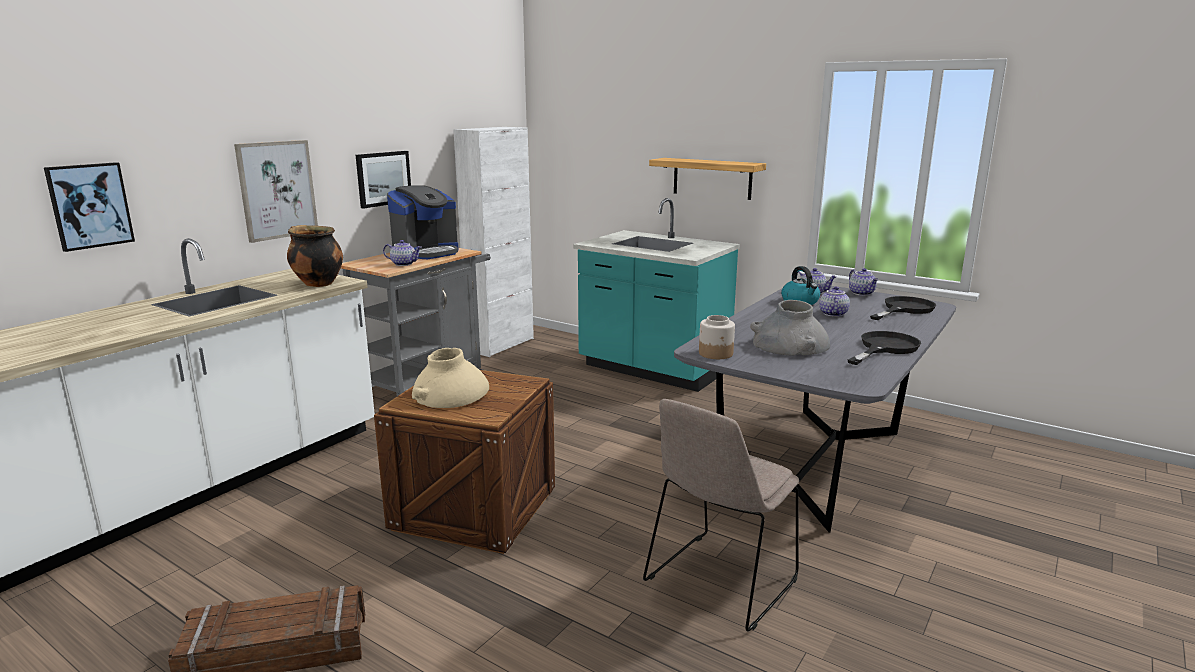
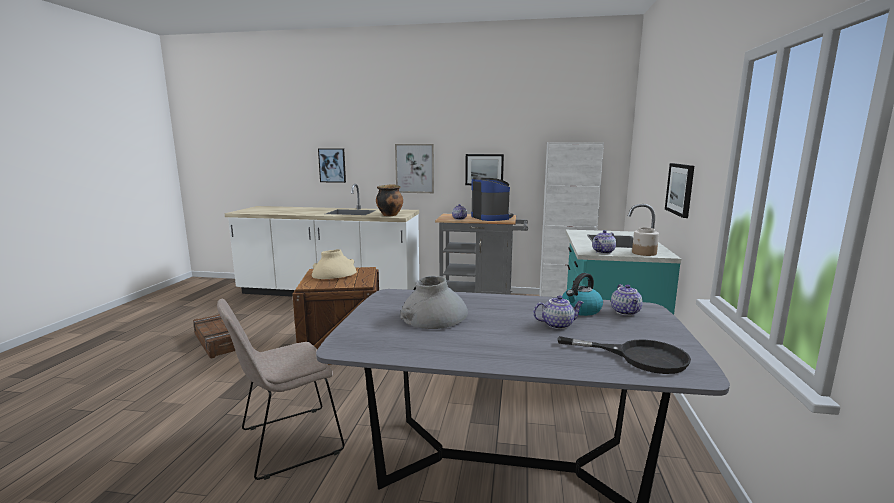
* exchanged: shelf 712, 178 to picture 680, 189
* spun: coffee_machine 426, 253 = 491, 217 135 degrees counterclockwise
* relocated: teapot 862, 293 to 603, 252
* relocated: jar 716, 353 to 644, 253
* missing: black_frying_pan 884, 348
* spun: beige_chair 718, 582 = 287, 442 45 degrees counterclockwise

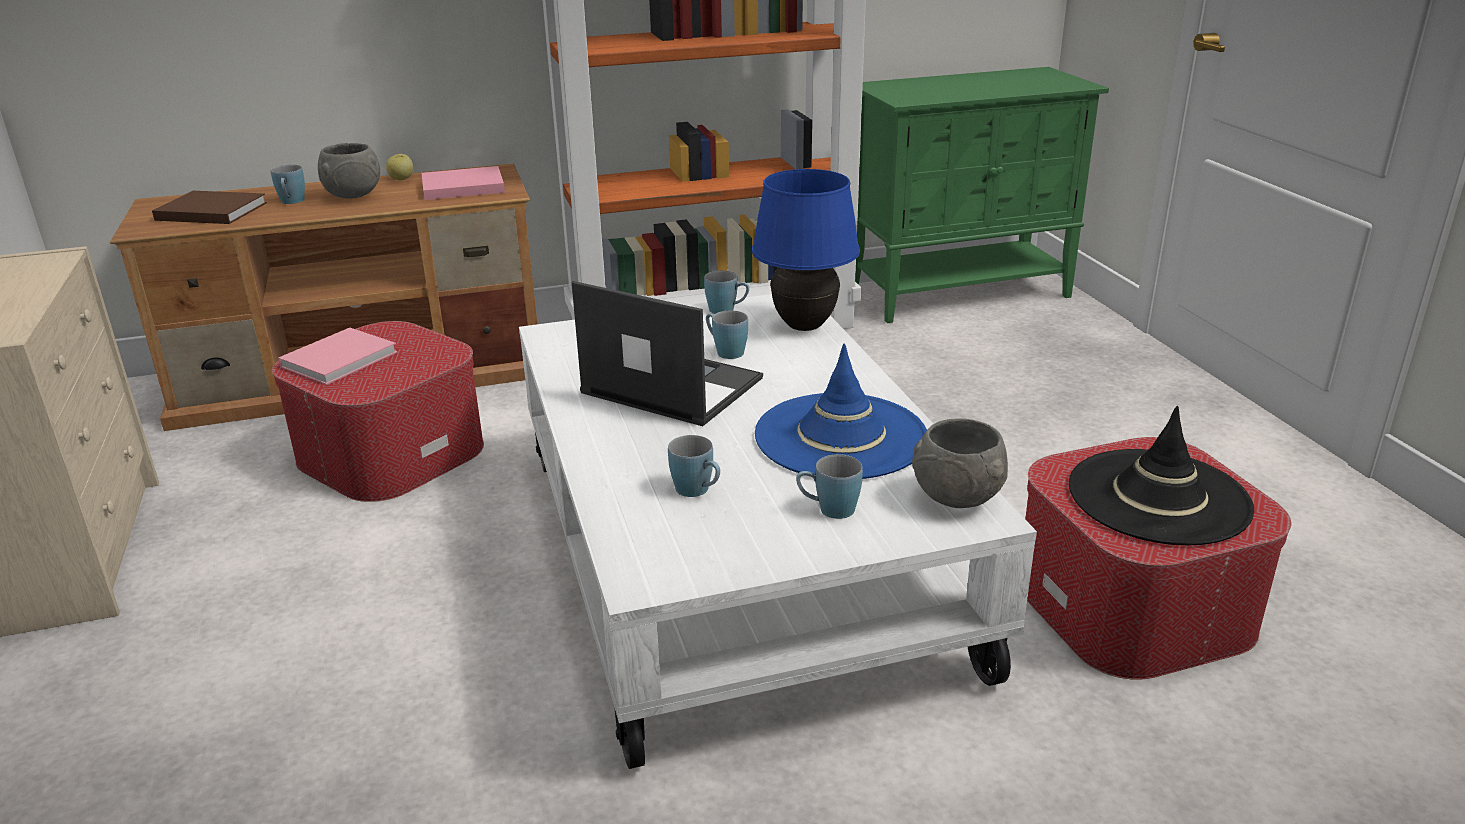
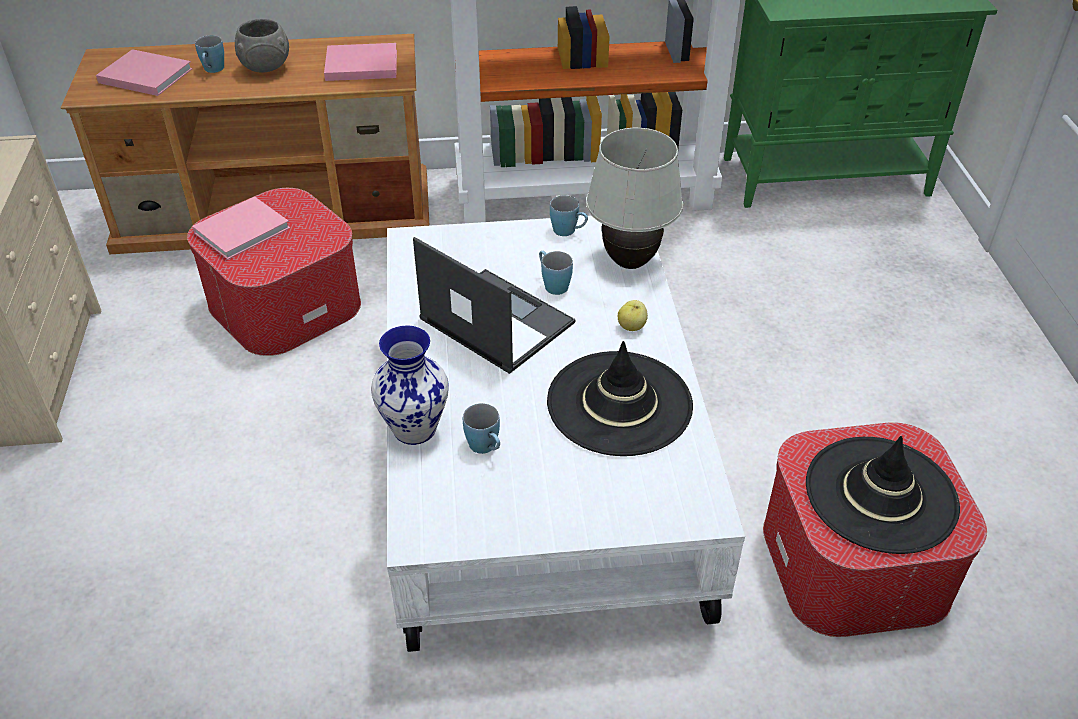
* relocated: apple 402, 179 to 632, 326
* colour: blue_table_lamp 804, 326 to white_table_lamp 630, 261
* colour: brown_book 209, 211 to pink_book 143, 75
* colour: blue_hat 841, 437 to black_hat 619, 403
* missing: grey_bowl 958, 501
* missing: blue_mug 828, 510
* appeared: vase 413, 428

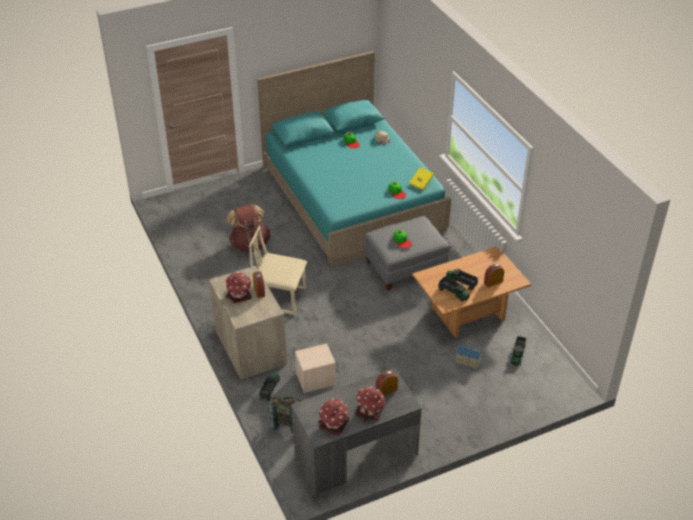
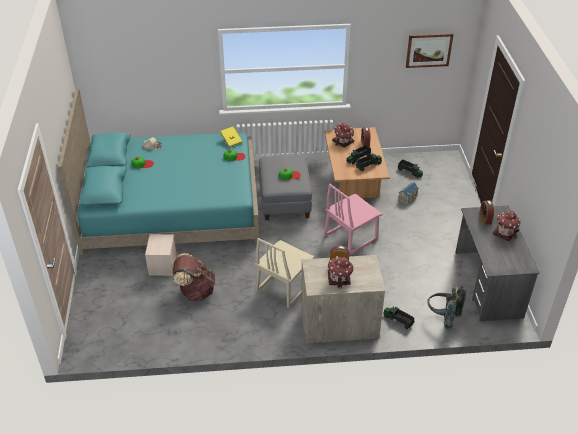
* relocated: beige_storage_box 315, 379 to 163, 265
* relocated: toy_house 333, 424 to 343, 142
* appeared: picture 428, 50
* appeared: pink_chair 350, 237

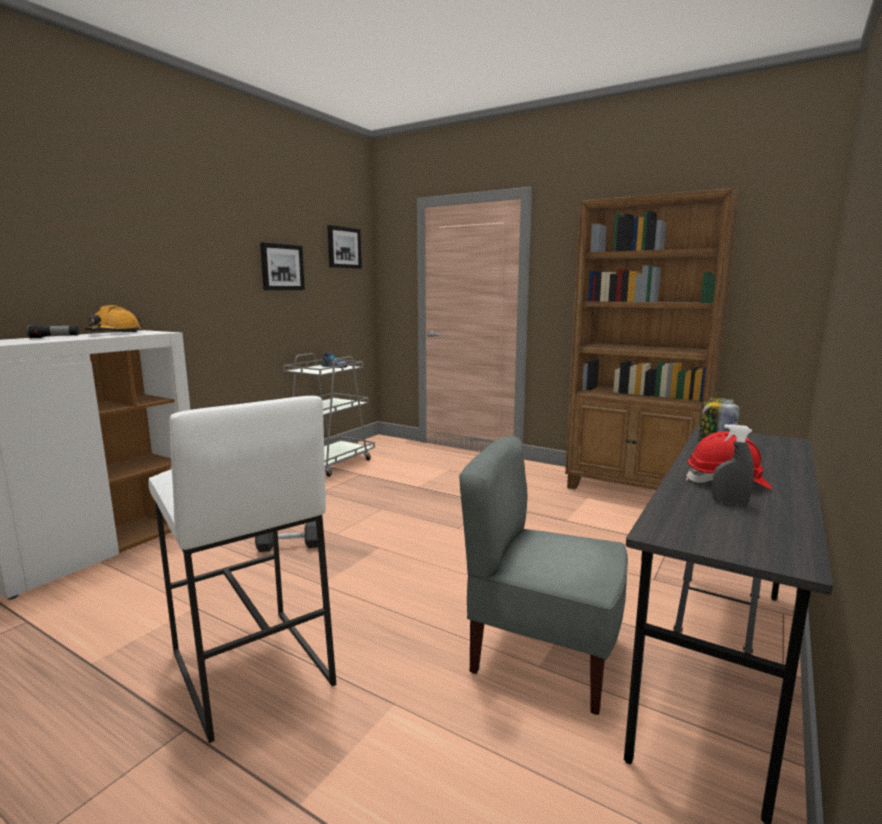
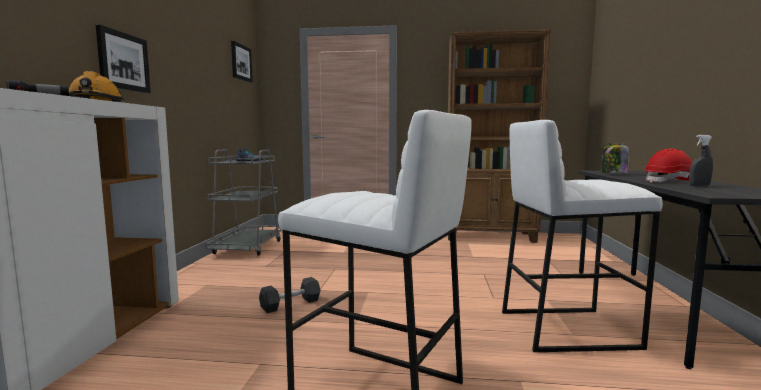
* relocated: picture 282, 267 to 123, 61
* exchanged: grey_chair 543, 655 to white_stool 566, 328

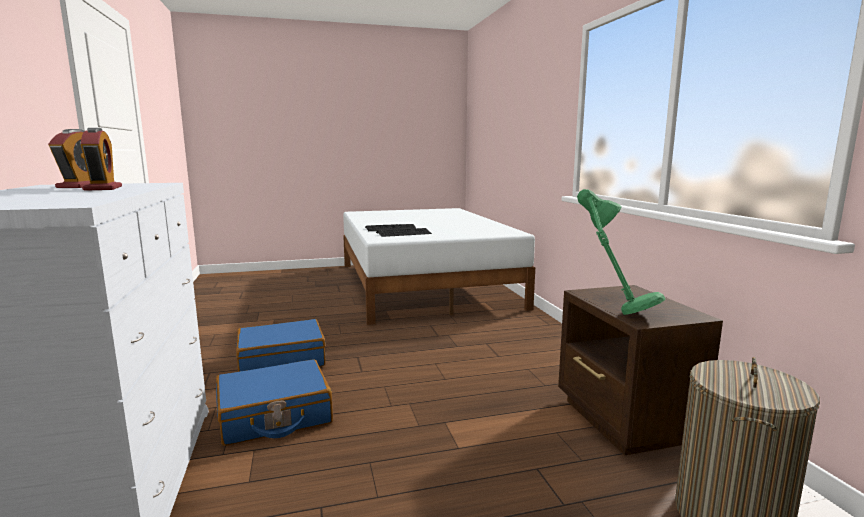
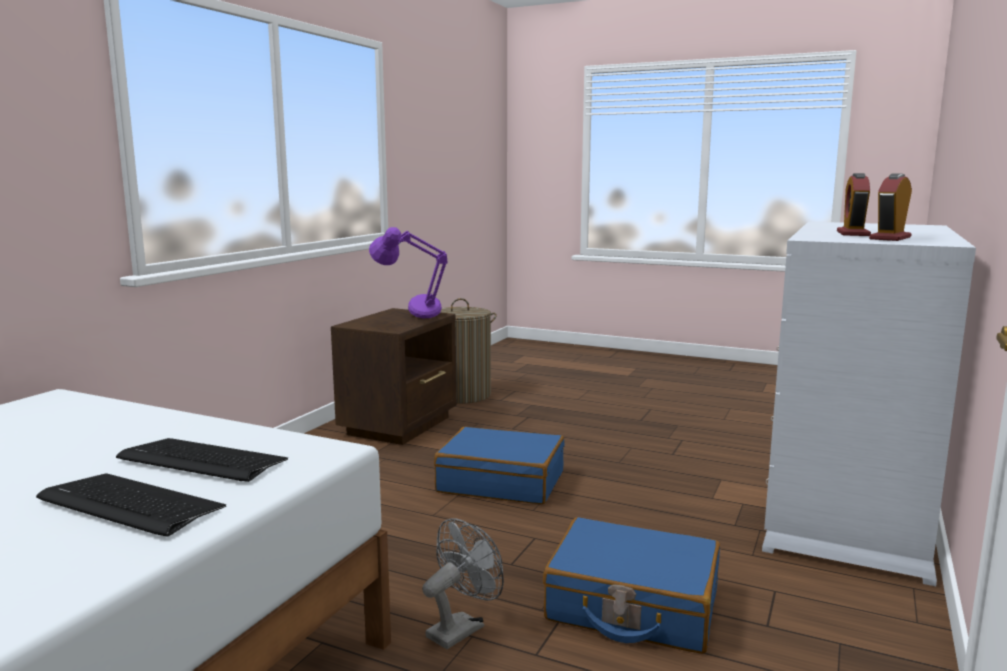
* colour: green_table_lamp 611, 305 to purple_table_lamp 414, 321
* relocated: blue_suitcase 274, 416 to 501, 482
* appeared: grey_fan 461, 628

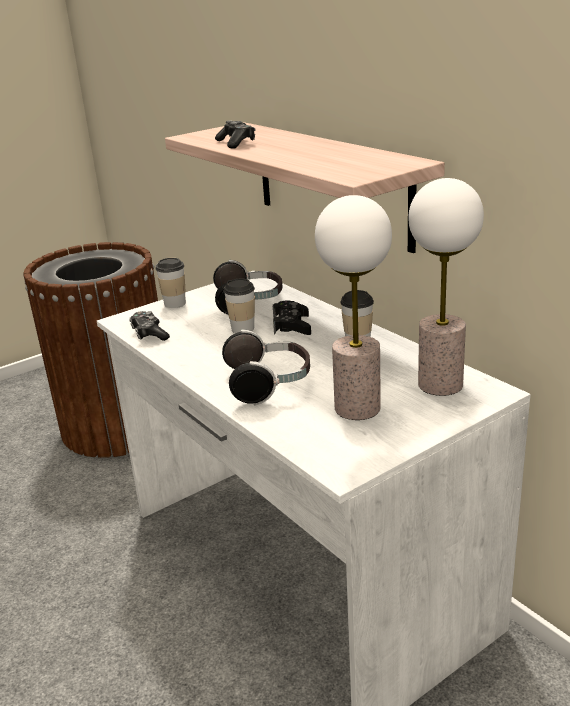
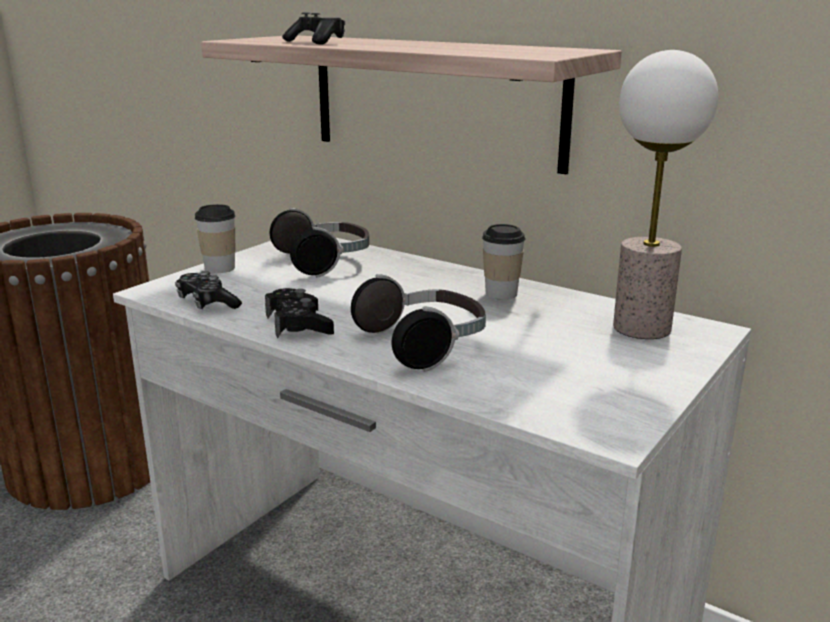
* missing: table_lamp 358, 407
* missing: cup 242, 328
* relocated: black_game_controller 291, 325 to 299, 324

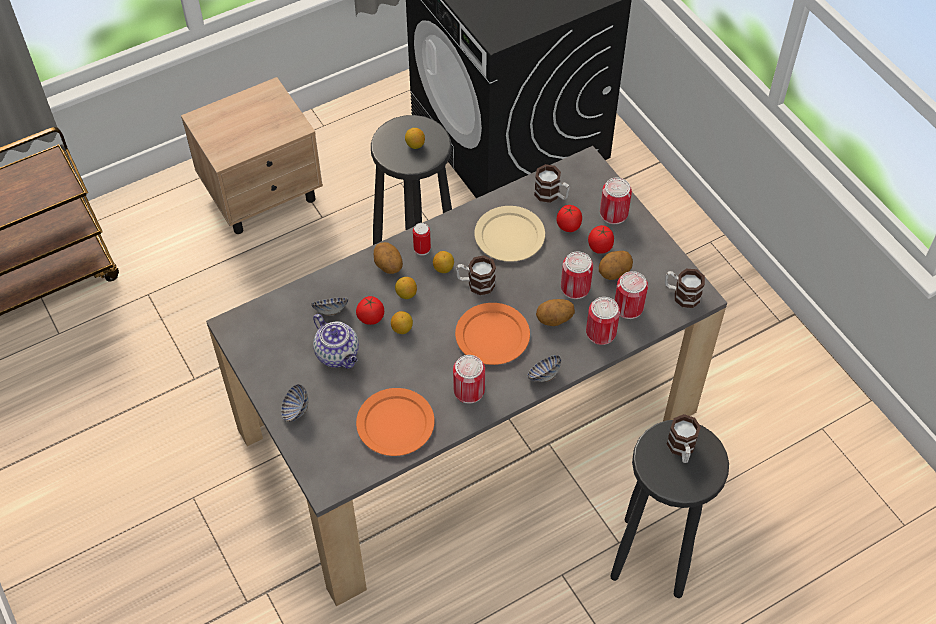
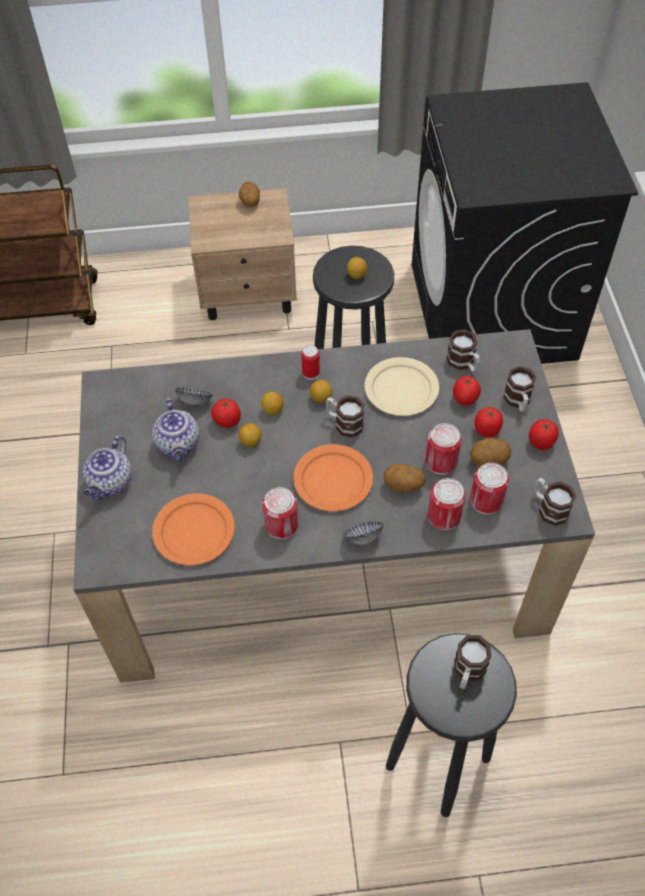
* exchanged: can 613, 213 to mug 518, 401
* relocated: potato 388, 266 to 250, 203
* exchanged: bowl 295, 410 to teapot 111, 483
* appeared: tomato 541, 442

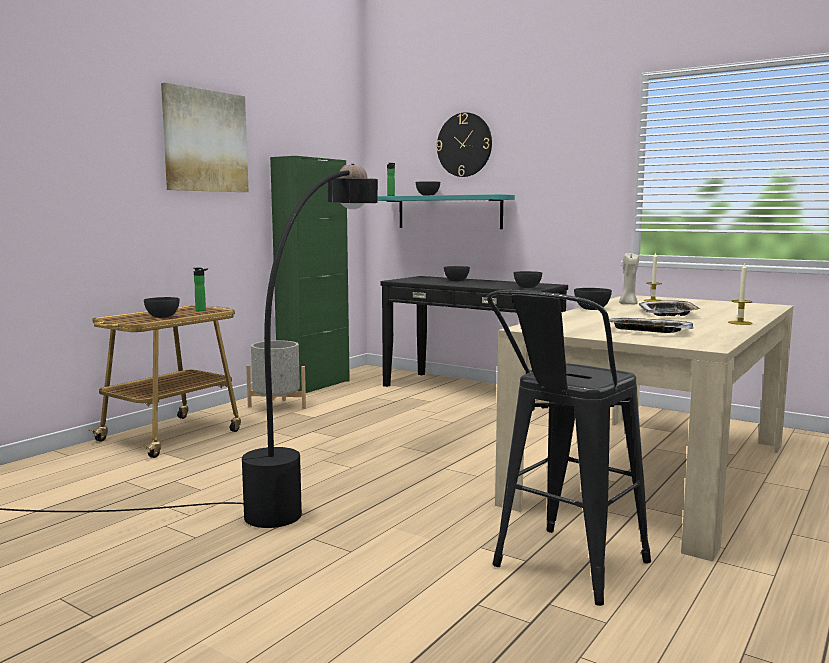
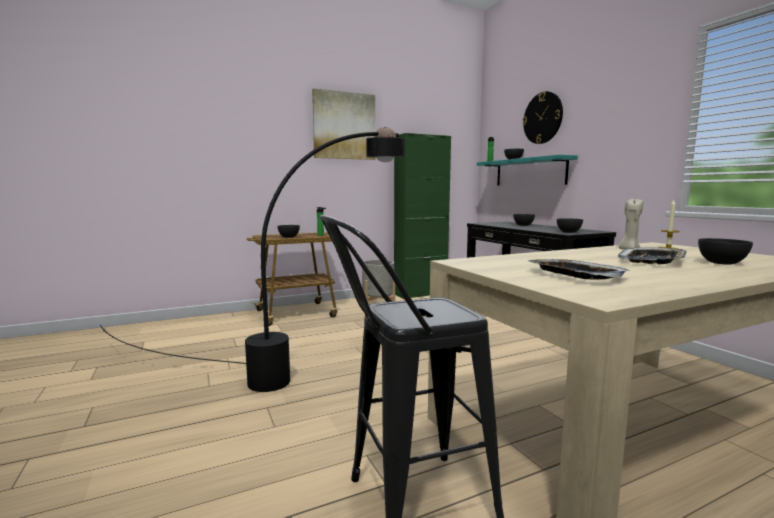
* missing: candle 740, 323
* relocated: grey_bowl 591, 309 to 721, 263

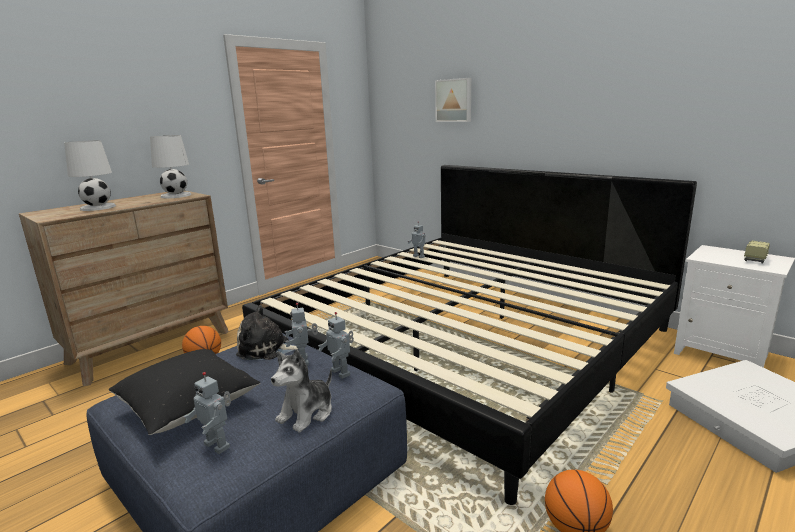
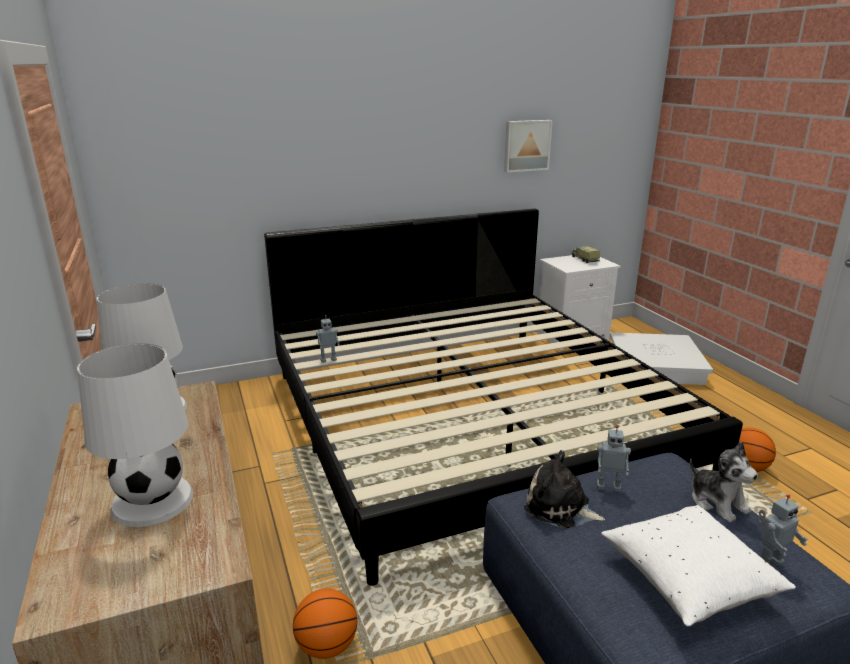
* relocated: picture 454, 100 to 526, 145
* spun: plush_toy 266, 349 = 561, 508 90 degrees clockwise
* missing: toy_robot 341, 372
* colour: black_pillow 188, 406 to white_pillow 688, 580

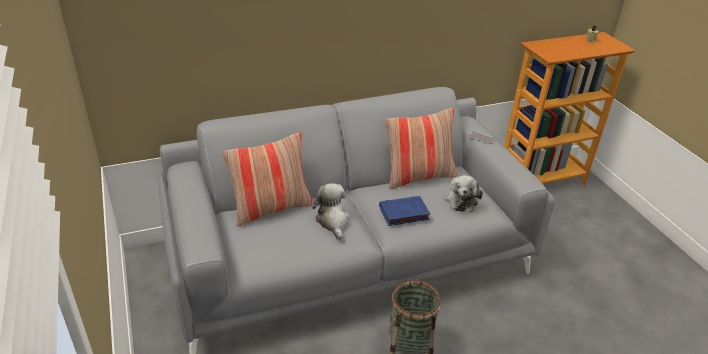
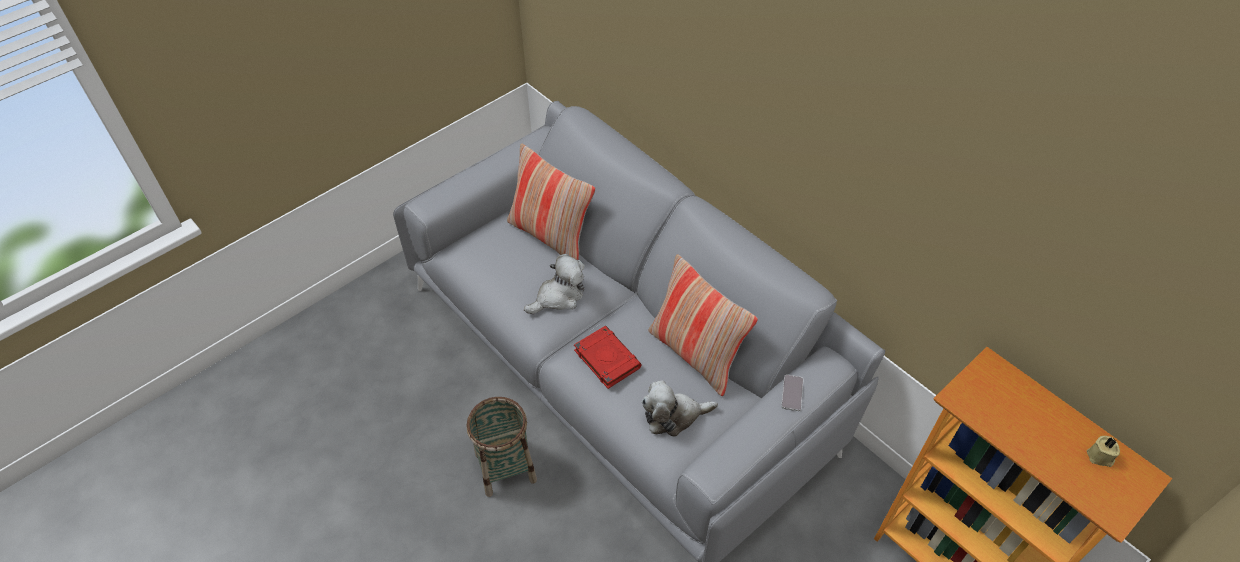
* colour: blue_book 403, 213 to red_book 606, 359

